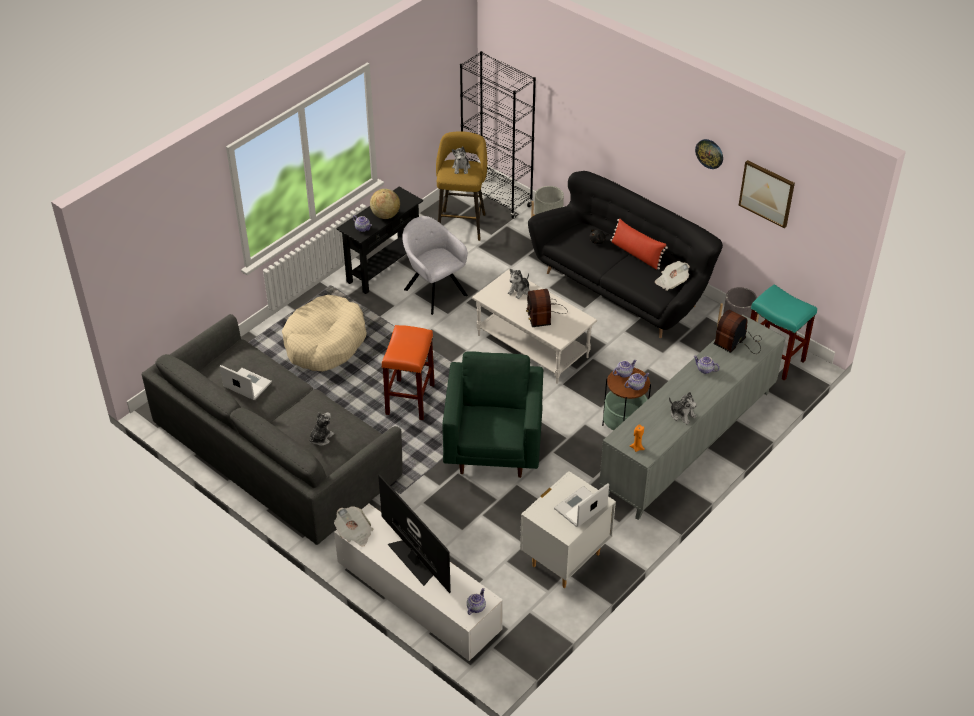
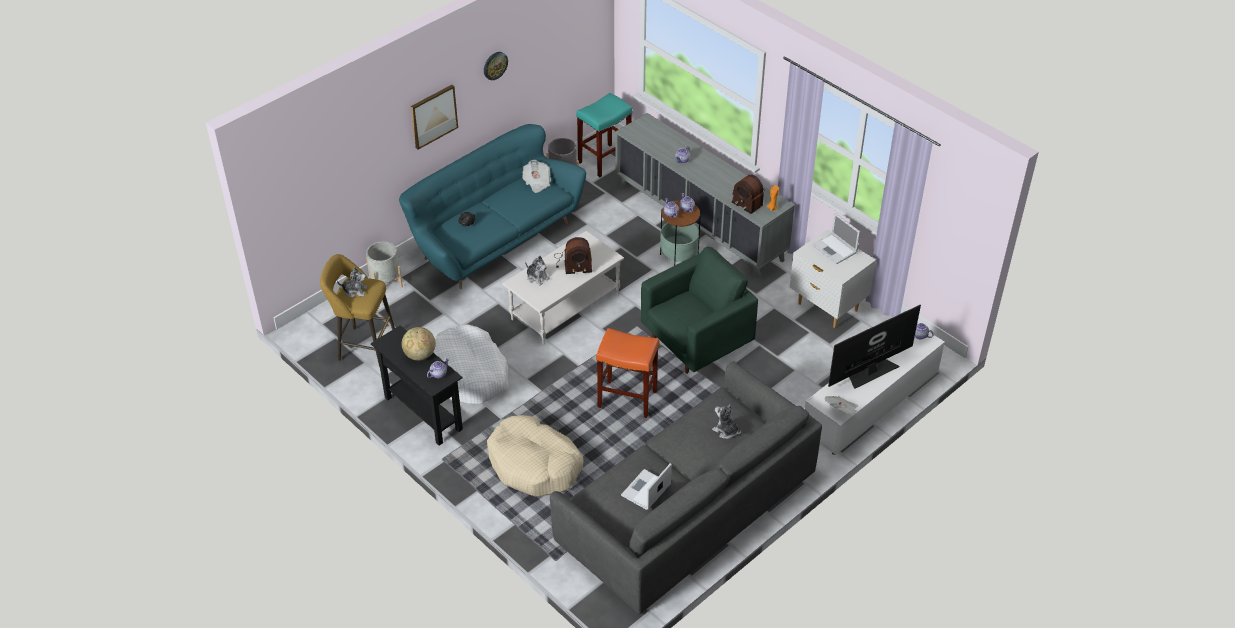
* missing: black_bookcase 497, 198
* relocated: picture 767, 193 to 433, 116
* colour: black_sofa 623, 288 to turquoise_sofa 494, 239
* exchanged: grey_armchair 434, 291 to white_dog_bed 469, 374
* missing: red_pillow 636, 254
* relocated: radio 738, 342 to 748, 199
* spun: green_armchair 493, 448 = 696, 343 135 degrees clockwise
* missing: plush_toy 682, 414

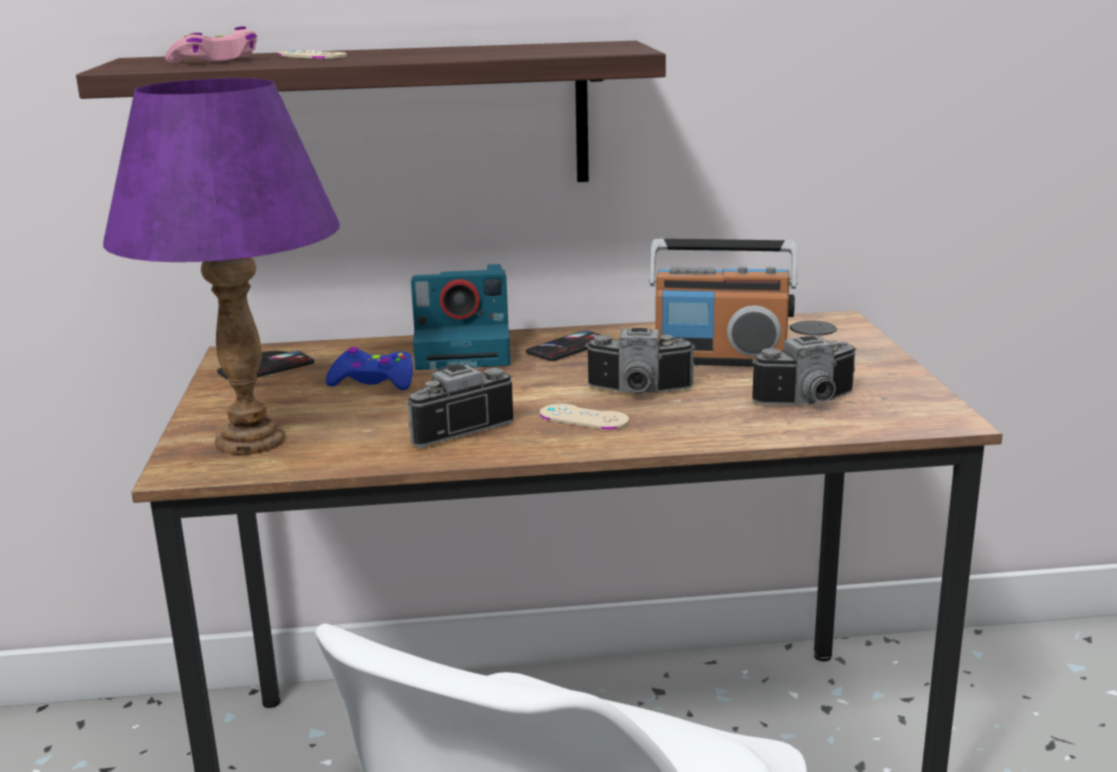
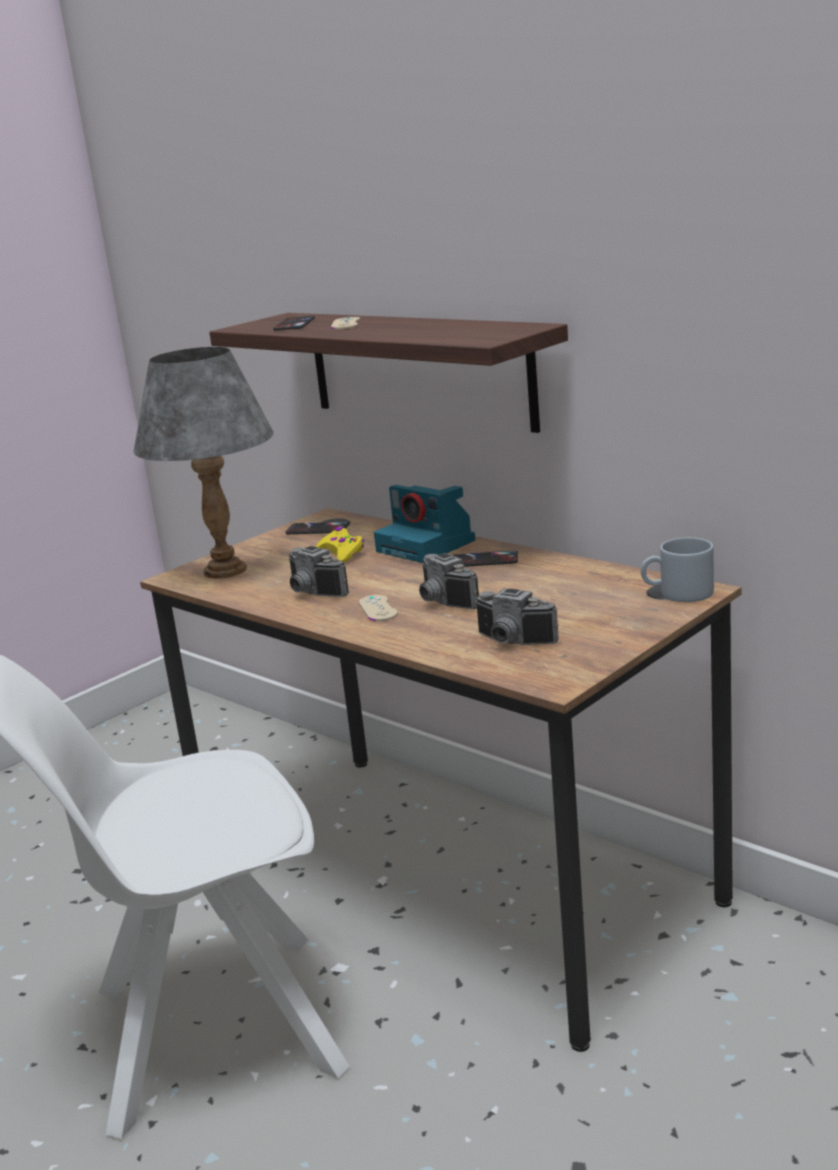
* exchanged: pink_game_controller 217, 61 to phone 294, 324
* colour: purple_table_lamp 251, 441 to grey_table_lamp 225, 571
* missing: radio 720, 359
* colour: blue_game_controller 373, 381 to yellow_game_controller 342, 553
* spun: photo_camera 454, 428 = 311, 593 150 degrees counterclockwise
* appeared: grey_mug 678, 594

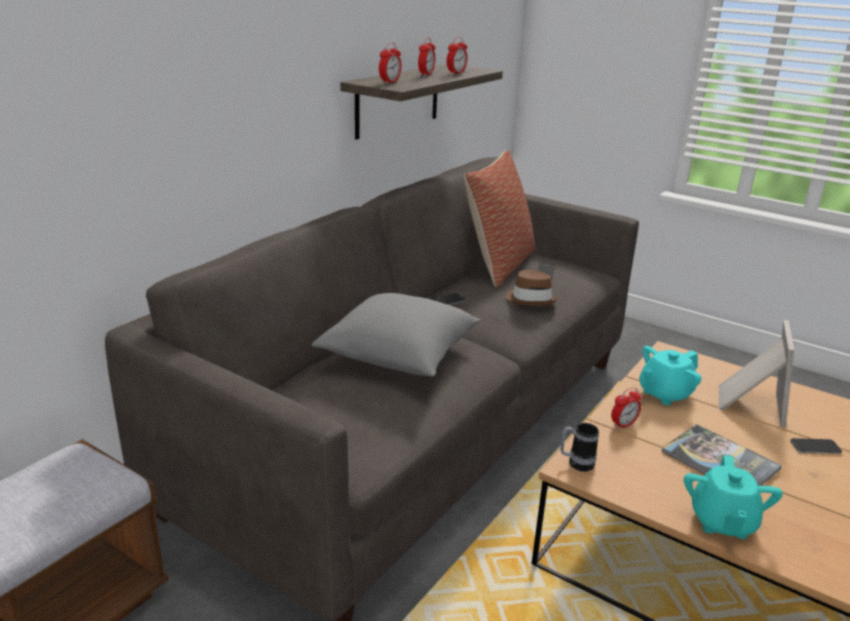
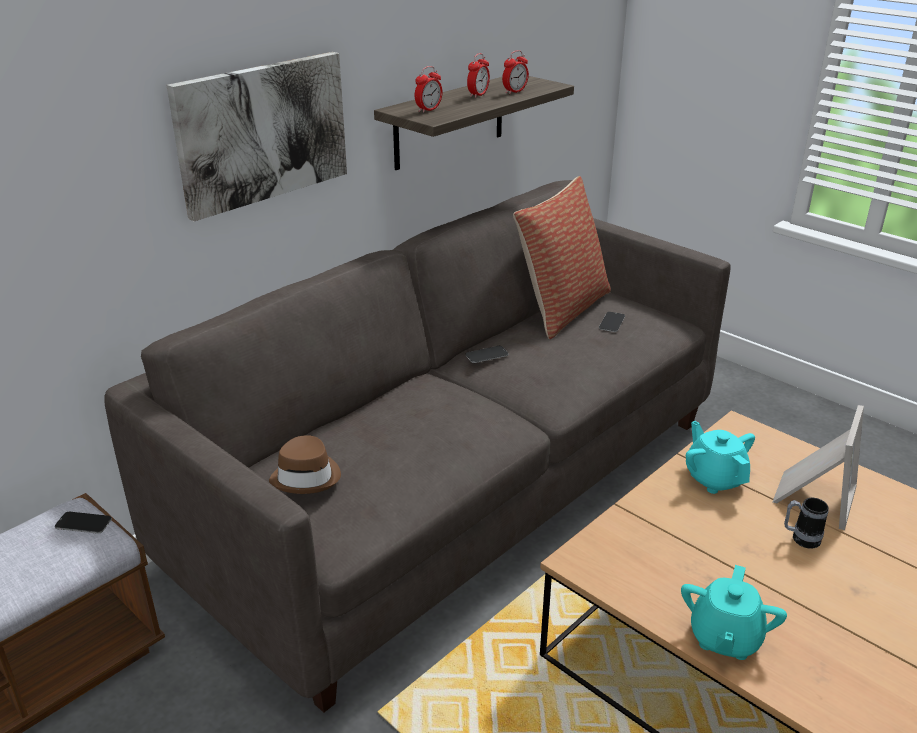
* relocated: brown_hat 530, 299 to 307, 477
* missing: grey_pillow 400, 356
* spun: turquoise_teapot 664, 394 = 714, 478 90 degrees clockwise
* missing: alarm_clock 623, 425
* relocated: mug 576, 464 to 800, 539
* missing: book 720, 460
* relocated: phone 815, 447 to 83, 523
* appeared: picture 262, 132

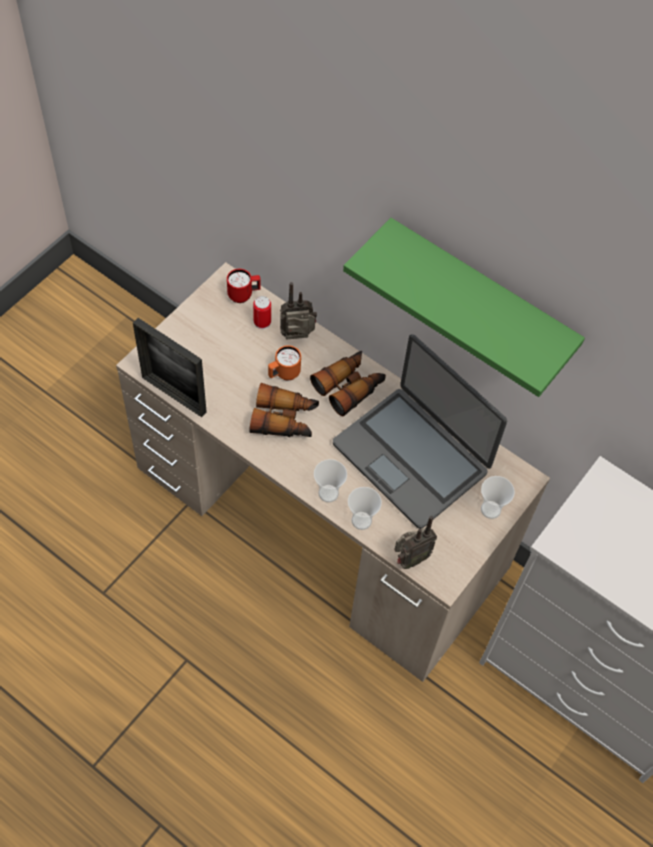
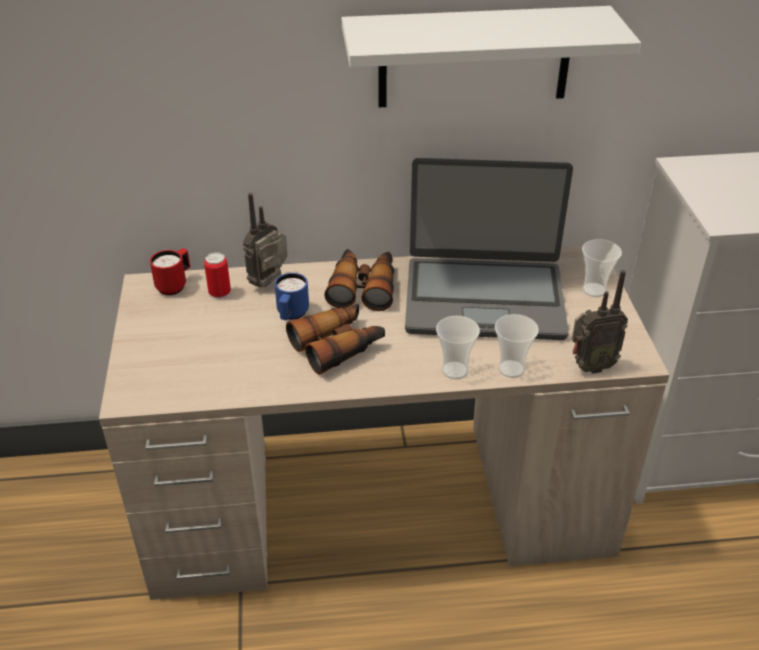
* colour: green_shelf 478, 300 to white_shelf 474, 57
* missing: picture_frame 174, 394
* colour: orange_mug 284, 374 to blue_mug 291, 315
* spun: radio 409, 559 = 590, 366 60 degrees clockwise

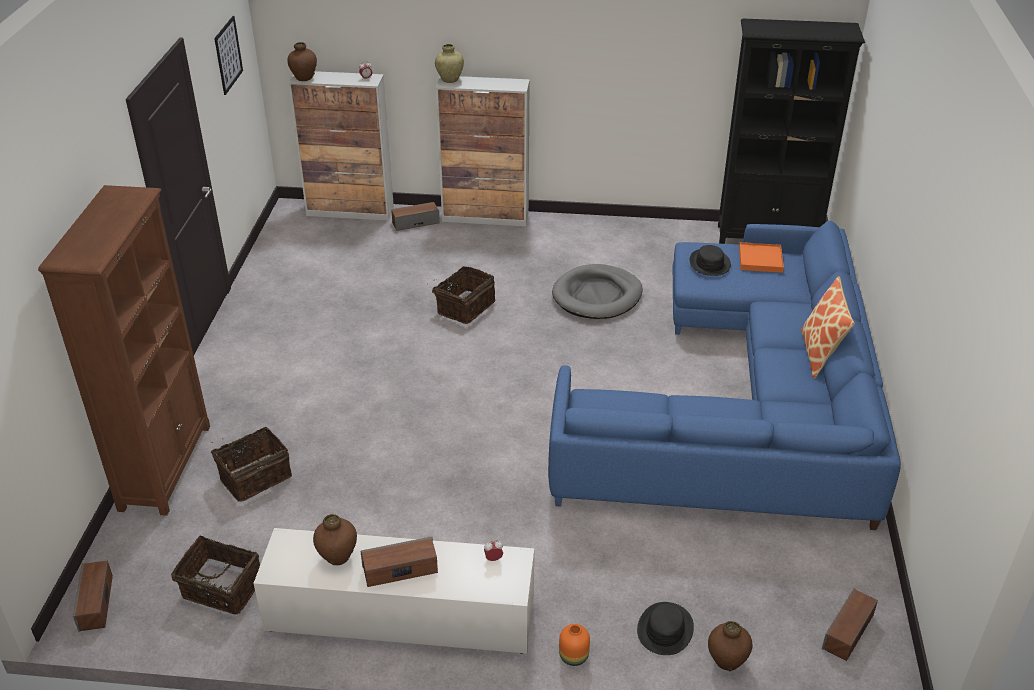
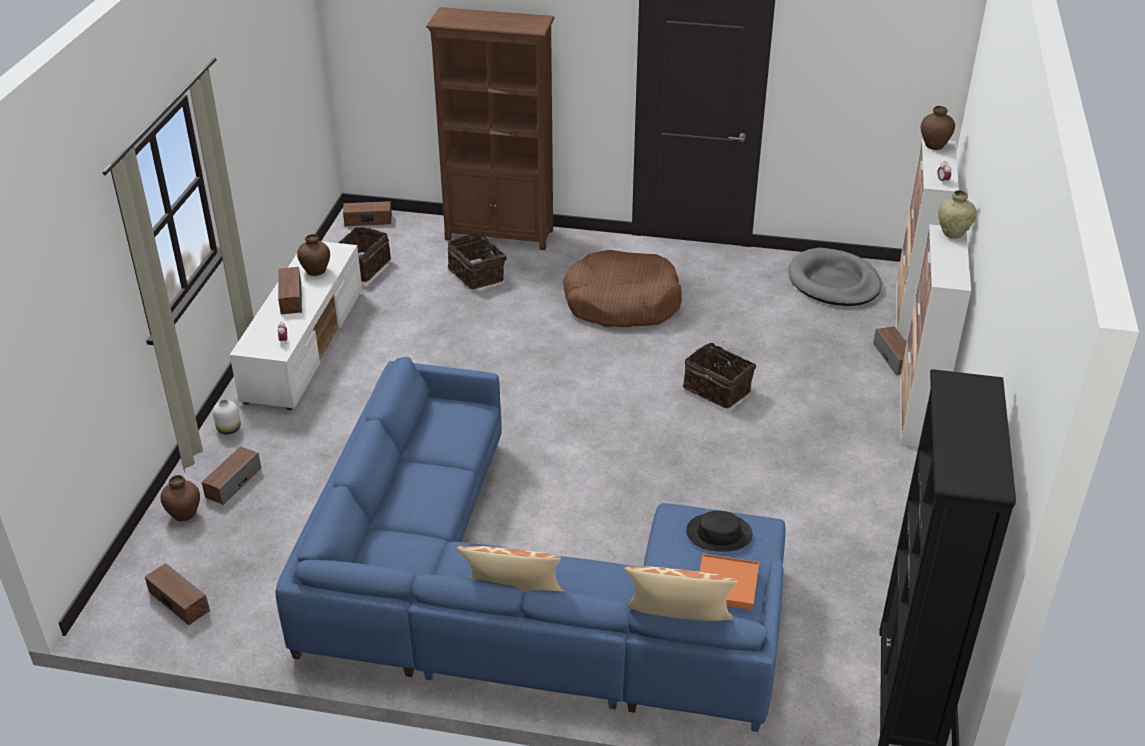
* missing: picture 228, 55
* relocated: grey_dog_bed 597, 296 to 833, 282
* exchanged: black_hat 665, 629 to speaker 233, 482
* colour: orange_vase 573, 657 to white_vase 228, 428
* appeared: brown_dog_bed 622, 303
* appeared: pillow 677, 626

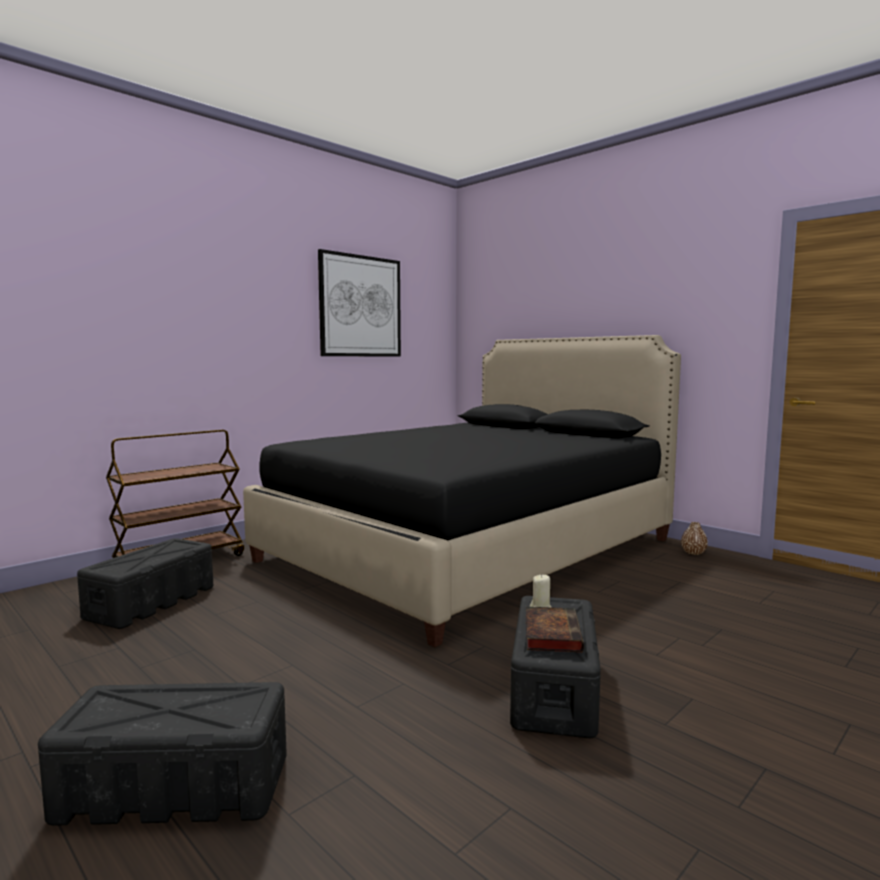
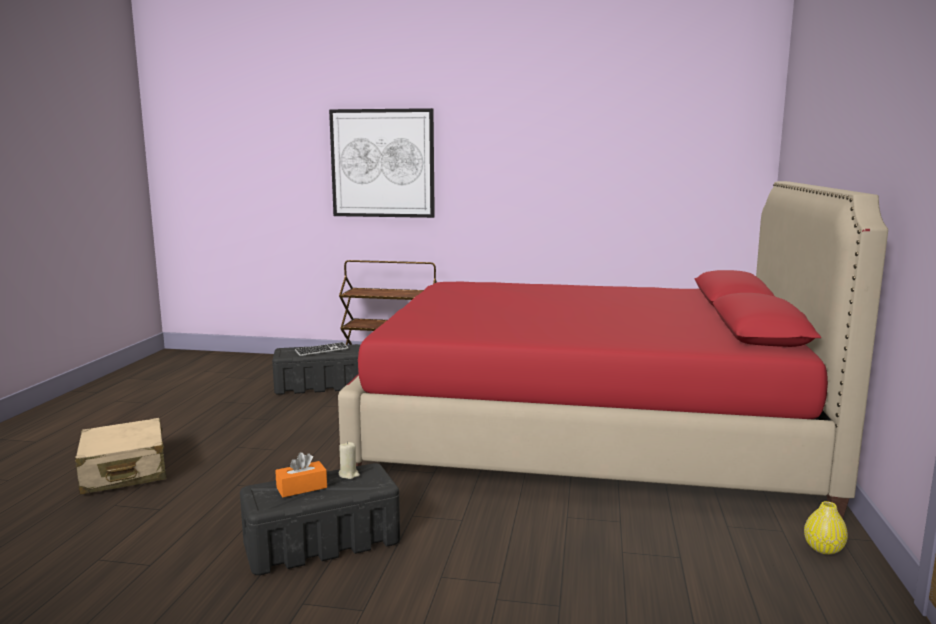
* relocated: picture 360, 306 to 382, 163
* colour: black_bed 470, 549 to red_bed 585, 434
* colour: brown_vase 693, 552 to yellow_vase 823, 549
* exchanged: book 551, 633 to orange_tissue_box 301, 488
* exchanged: black_storage_box 176, 788 to beige_suitcase 124, 472
* appeared: keyboard 321, 350

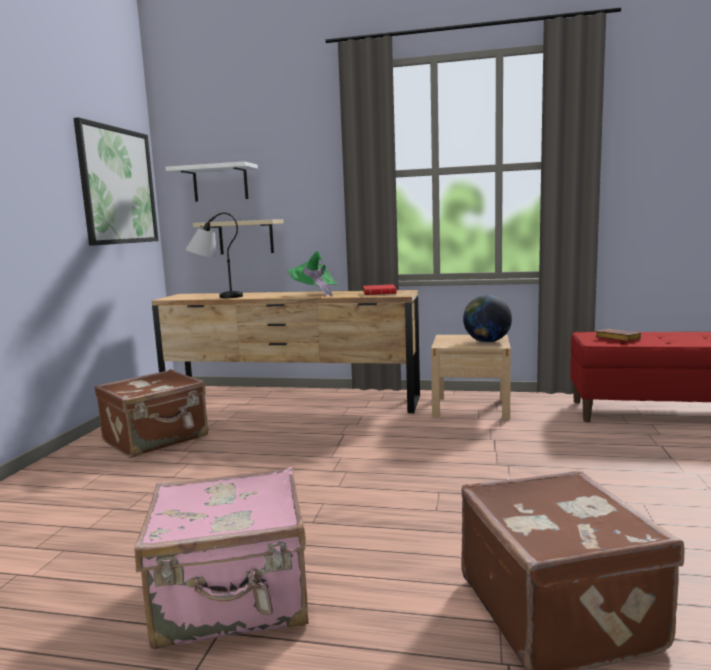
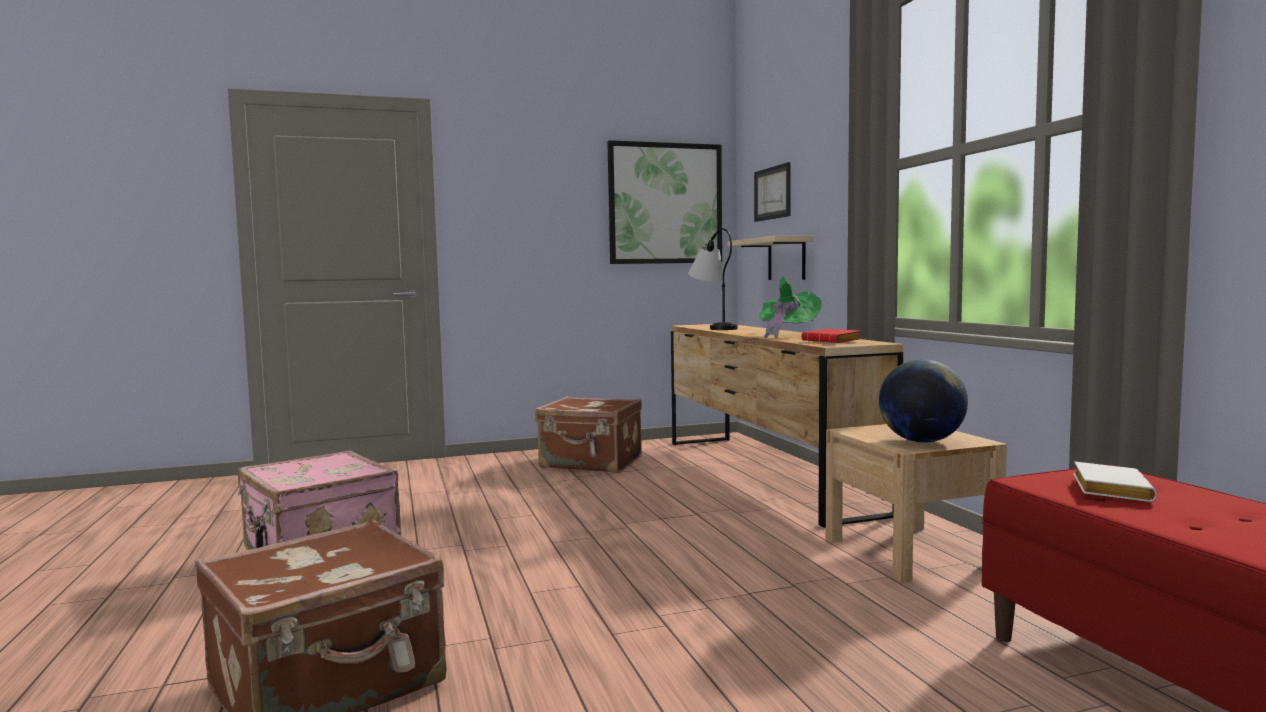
* exchanged: white_shelf 220, 183 to picture 772, 193
* colour: brown_book 616, 339 to white_book 1107, 489

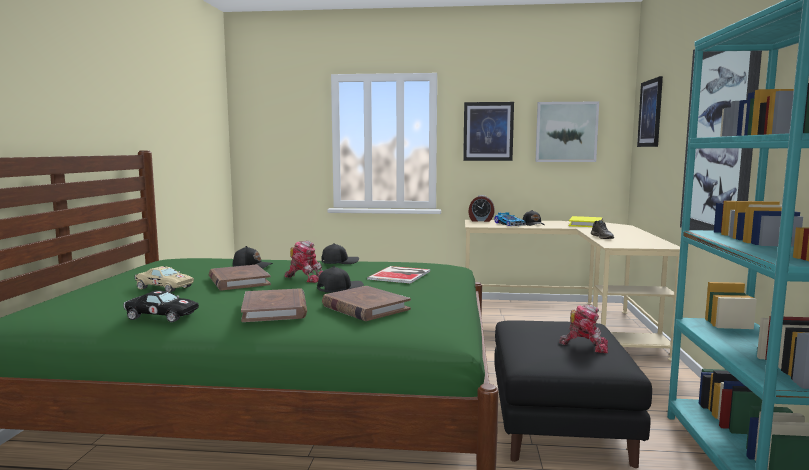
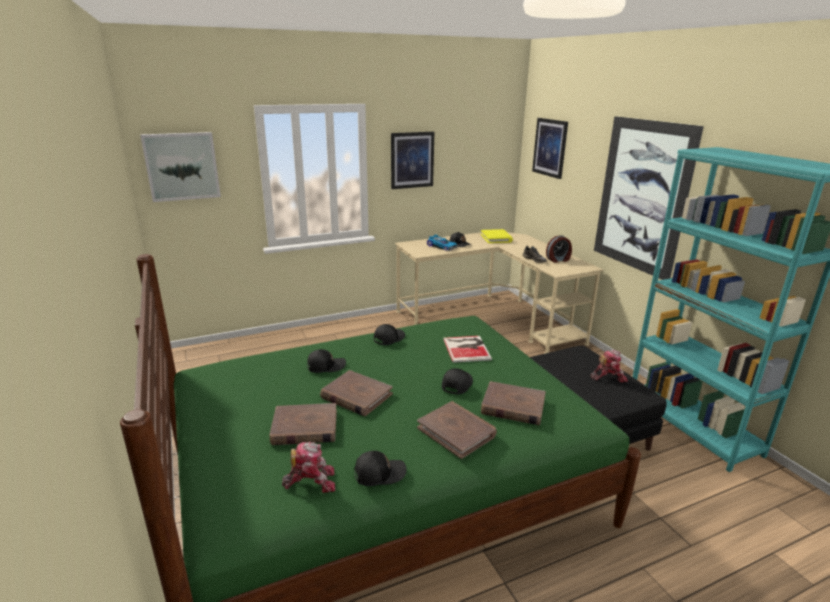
* relocated: picture 566, 132 to 182, 166
* relocated: alarm_clock 481, 220 to 558, 260
* relocated: toy_robot 305, 278 to 311, 481
* exchanged: beige_toy_car 163, 287 to brown_book 304, 428
* exchanged: black_toy_car 160, 316 to black_cap 379, 473

